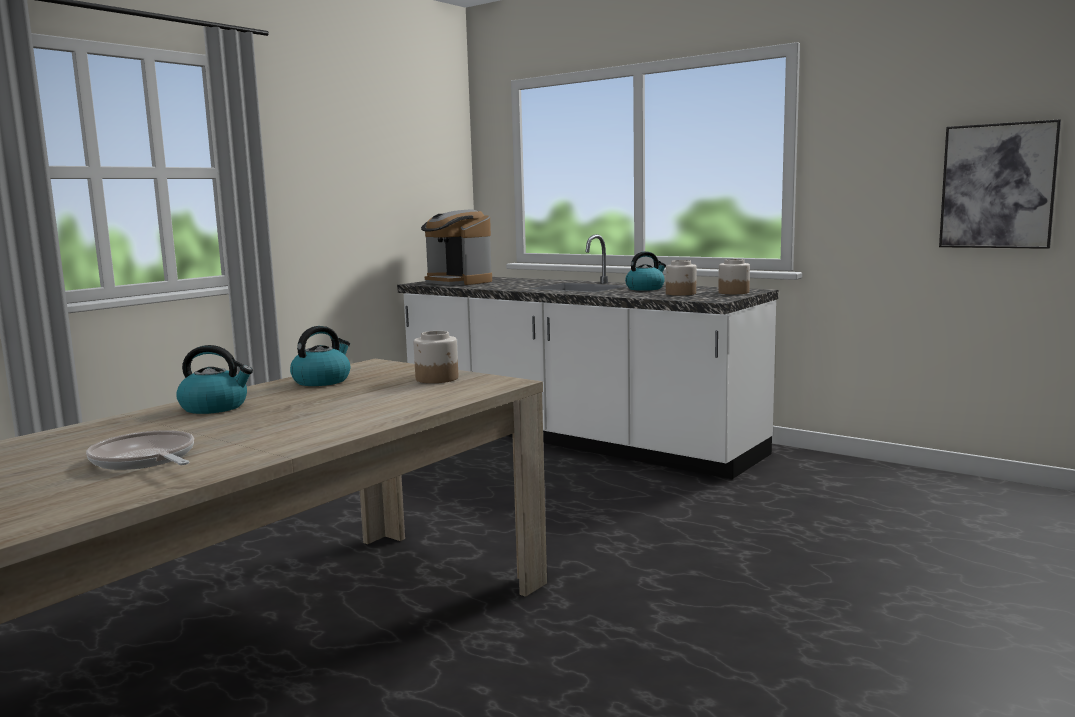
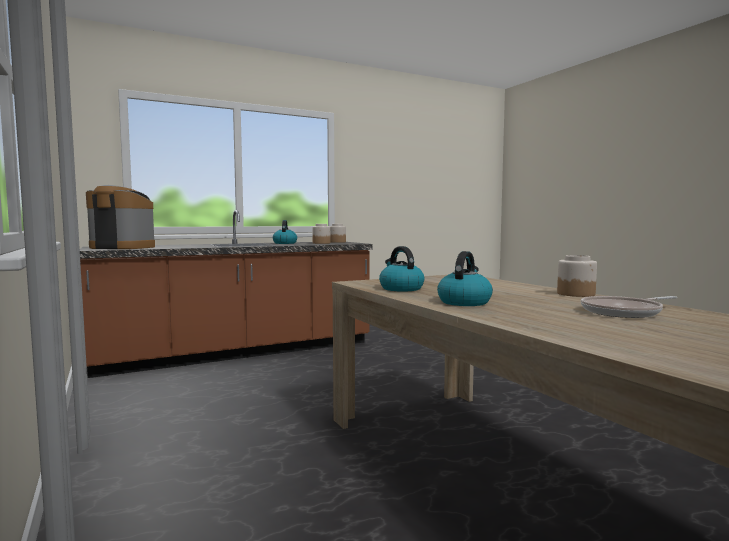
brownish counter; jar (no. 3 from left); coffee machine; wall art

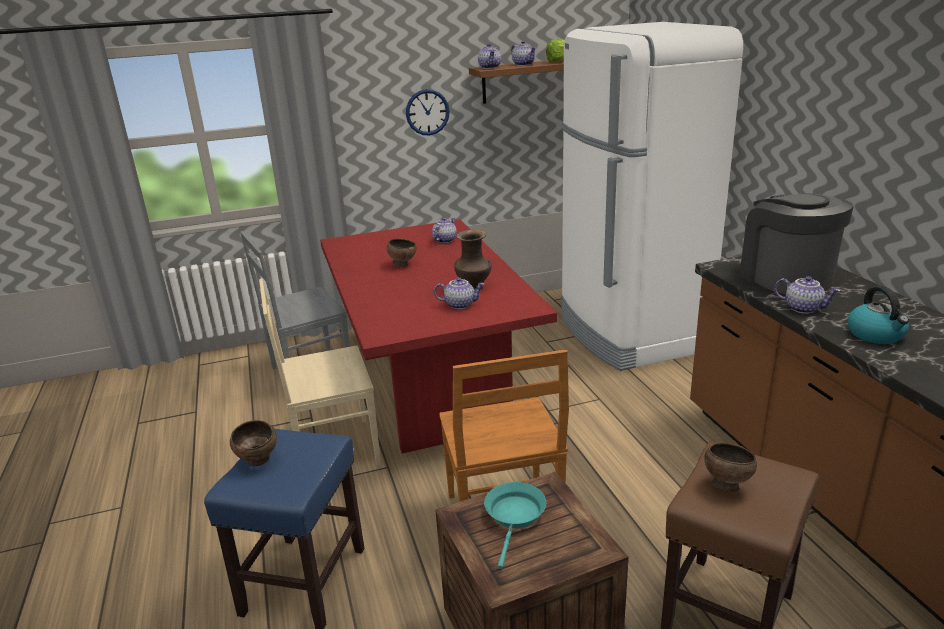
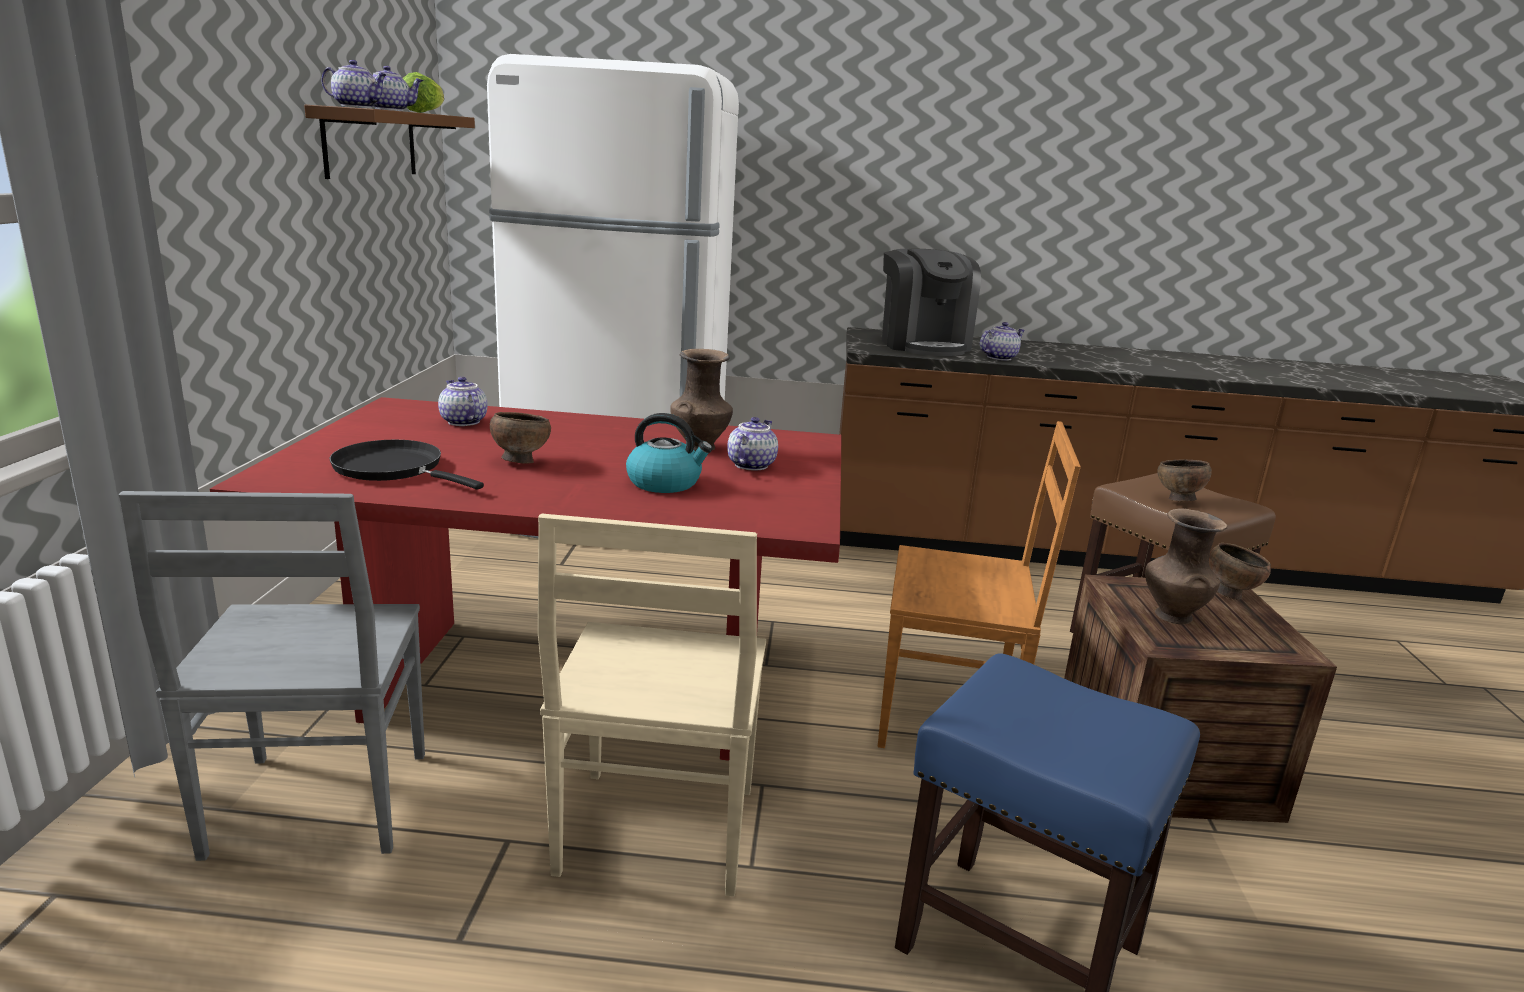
brownish serving bowl (no. 3 from left); clock on the wall; brownish decorative vase (no. 2 from left); coffee machine; kettle; black pan

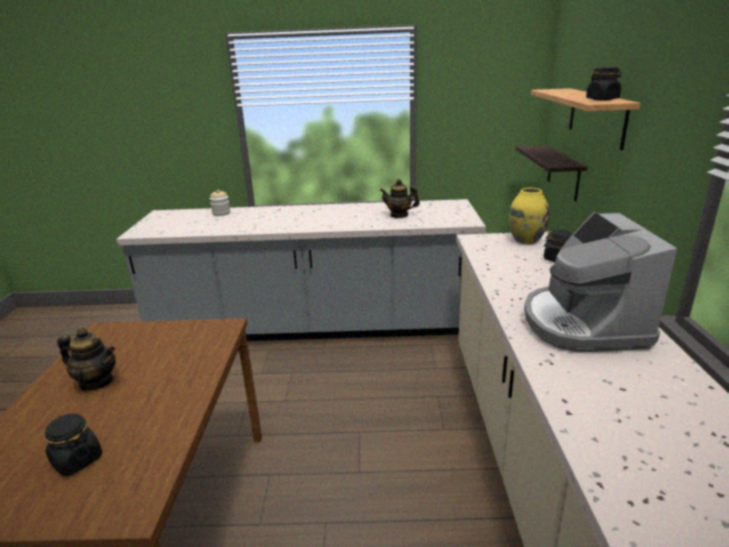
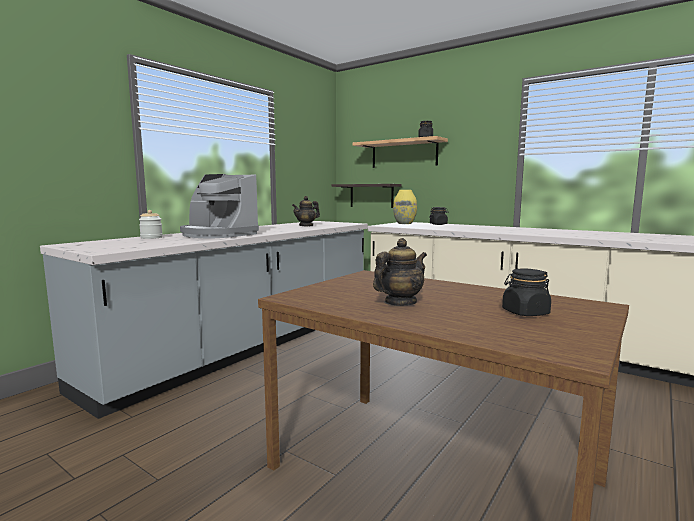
coffee machine

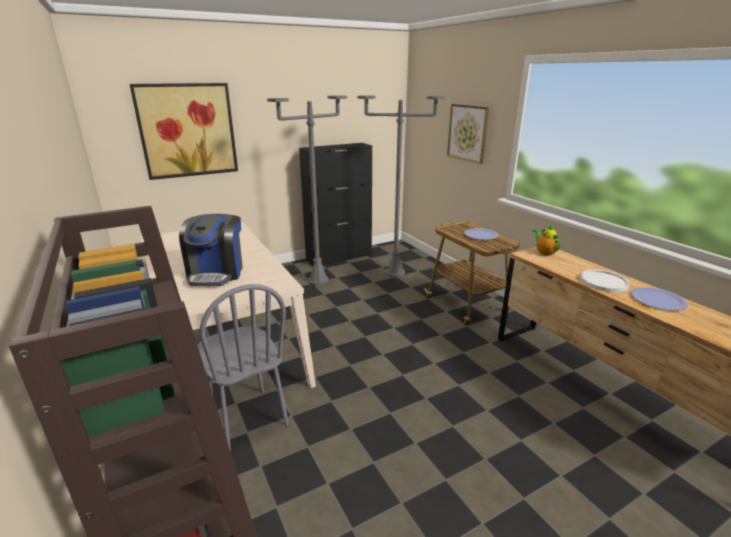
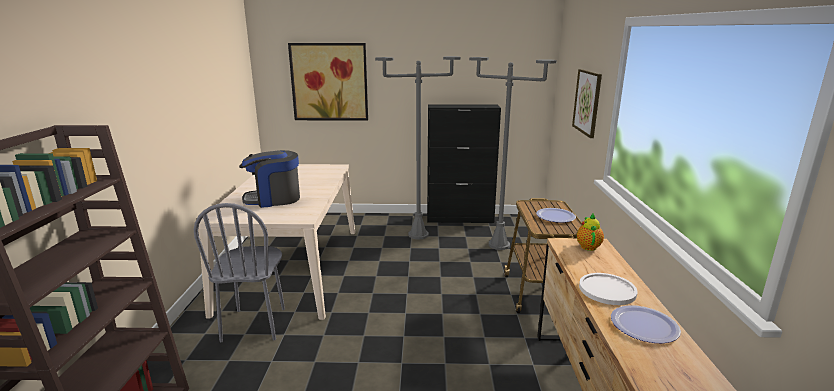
coffee machine

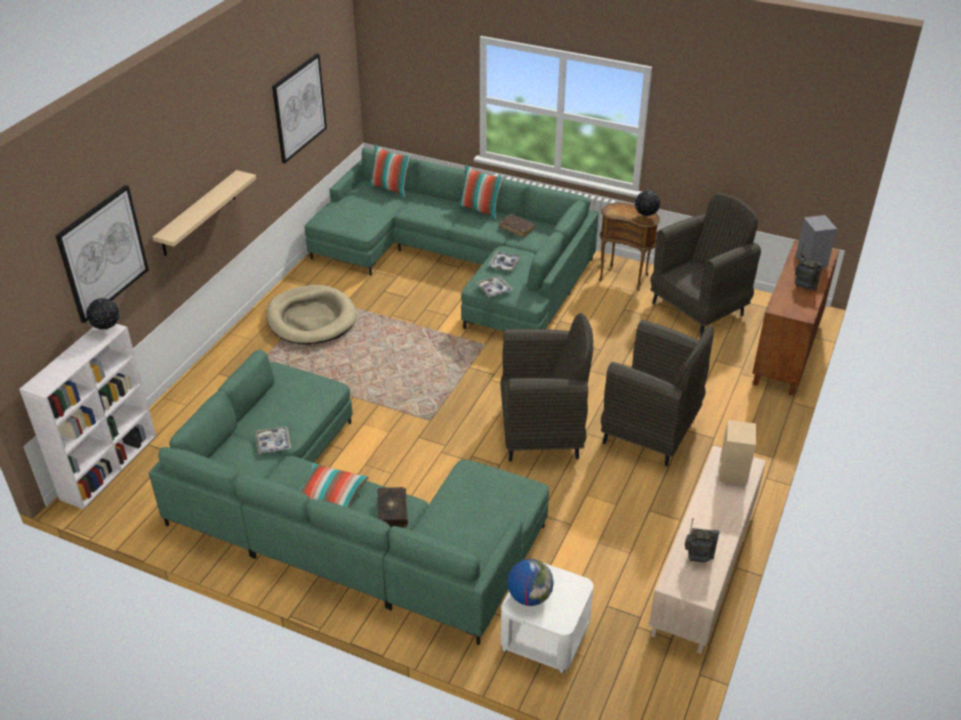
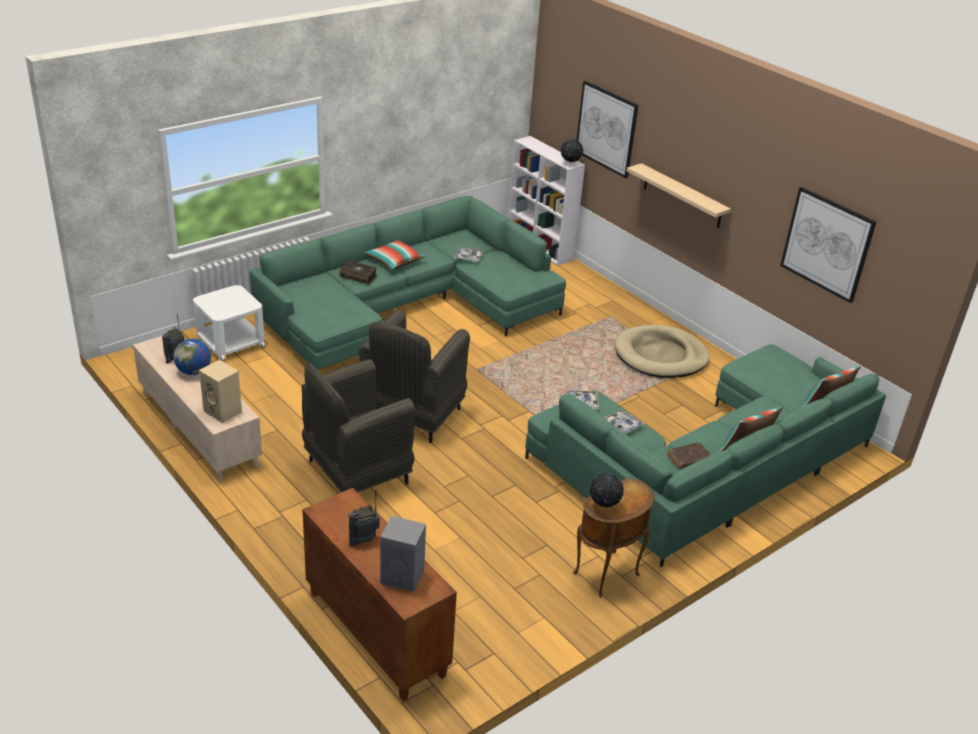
globe (no. 1 from left); greyish armchair (no. 3 from left in the first image)

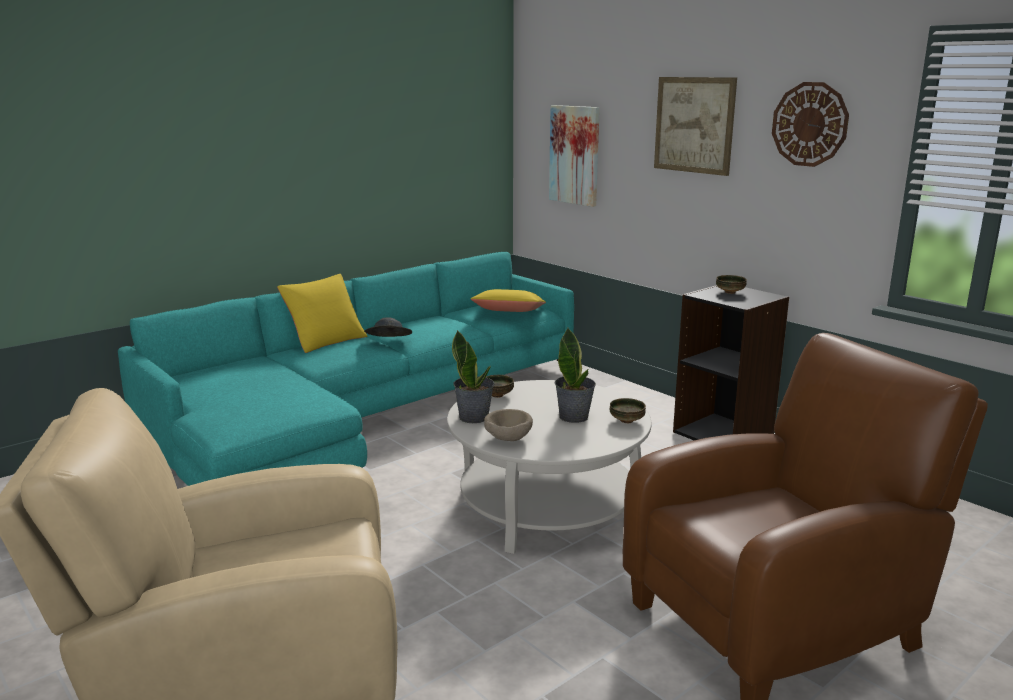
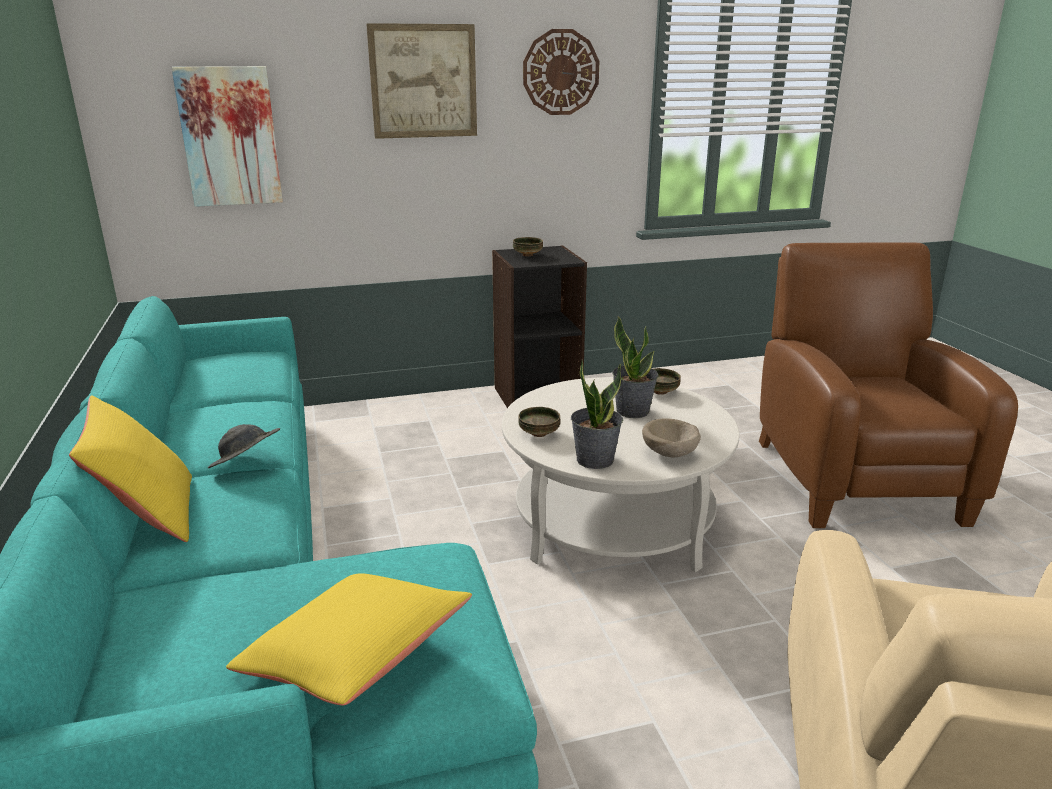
yellowish throw pillow (no. 2 from left)

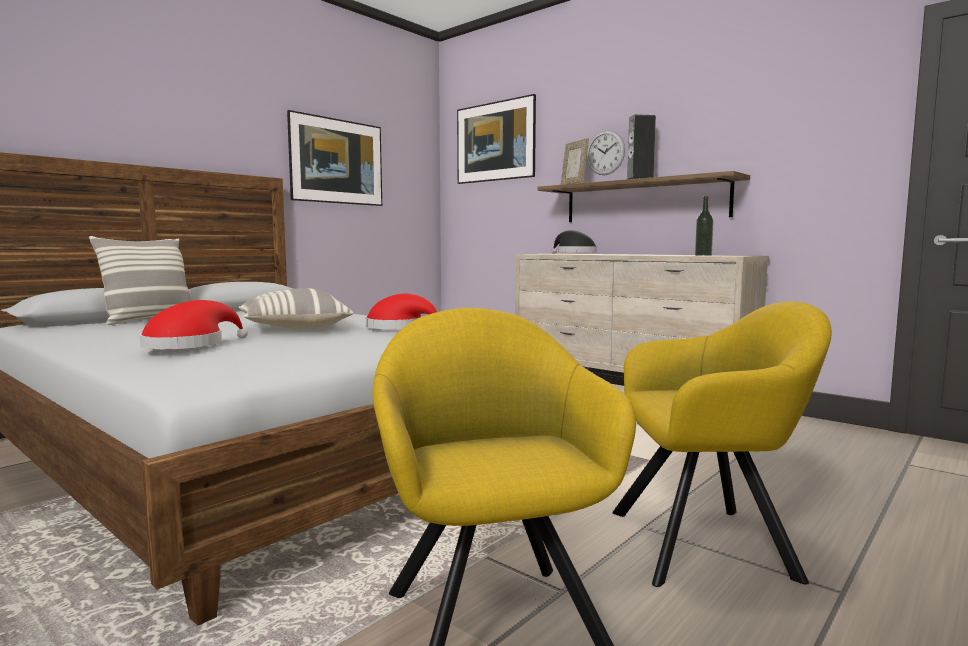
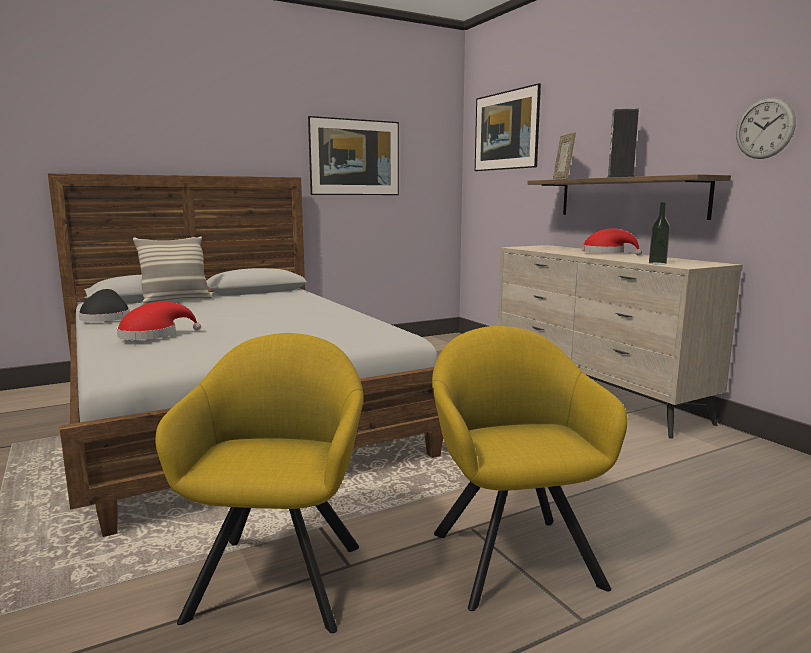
throw pillow (no. 2 from left in the first image); red clothing hat (no. 2 from left); black clothing hat; clock on the wall; yellowish armchair (no. 2 from left)

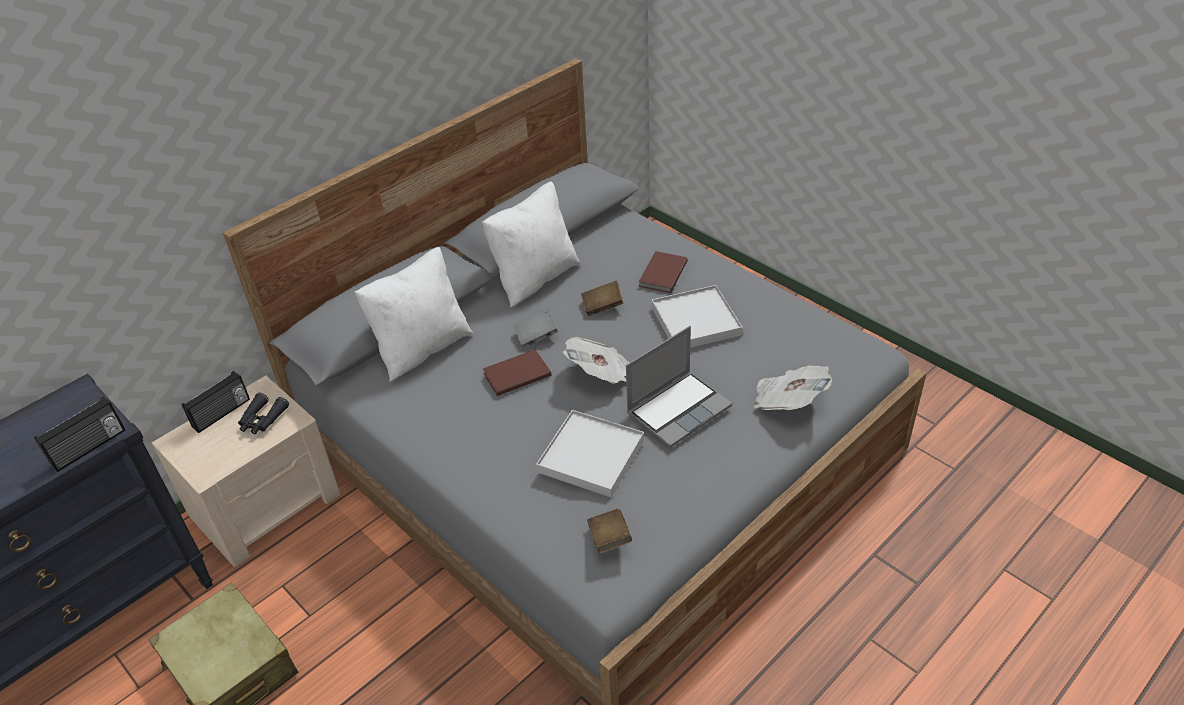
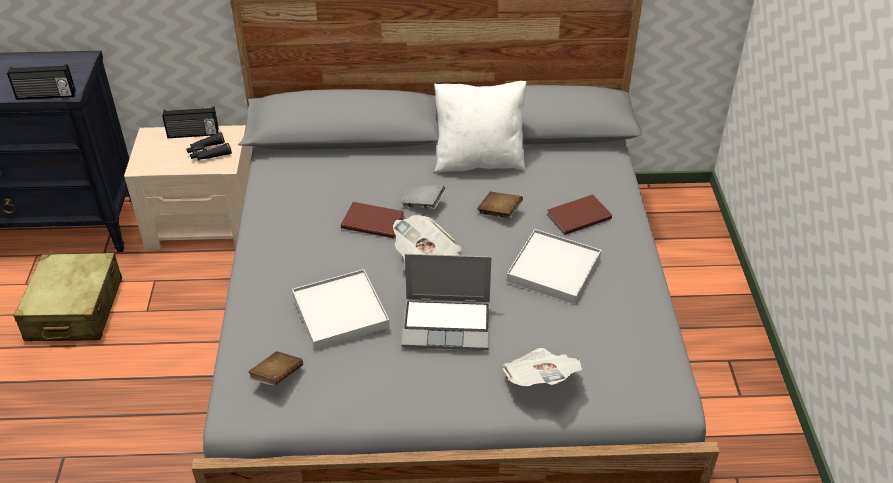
white throw pillow (no. 1 from left in the first image)

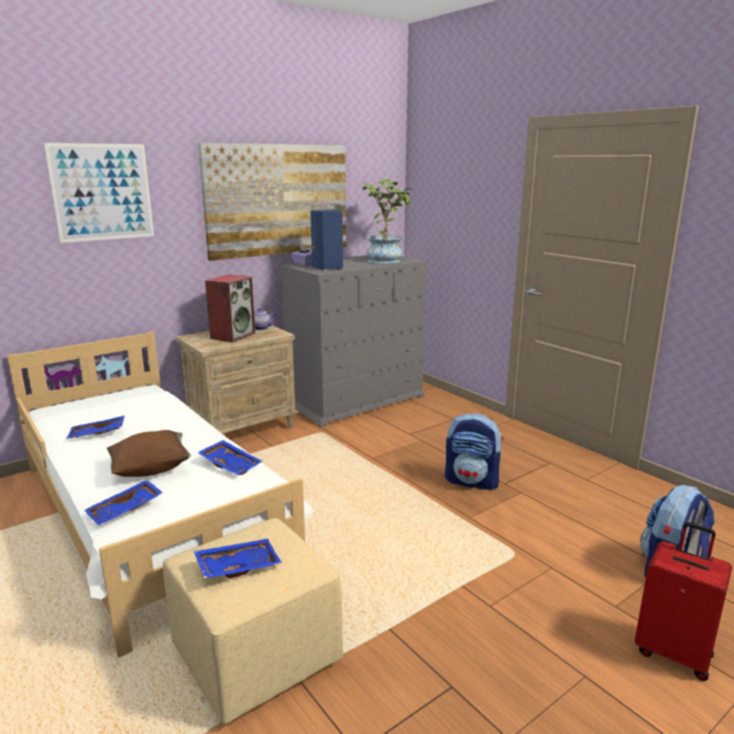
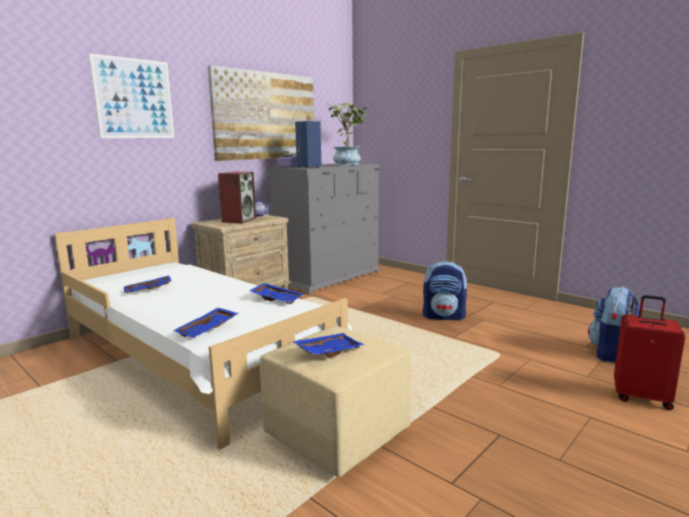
brownish throw pillow

